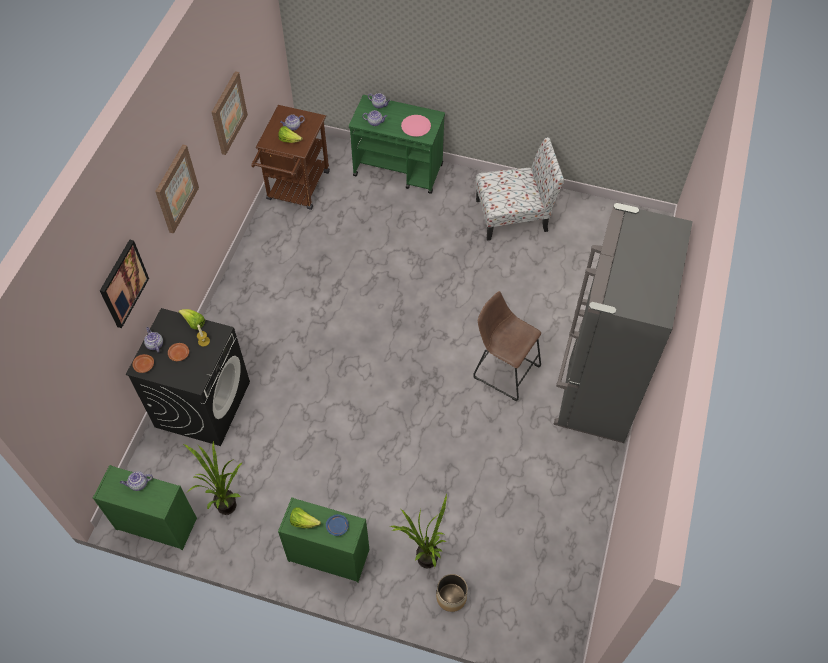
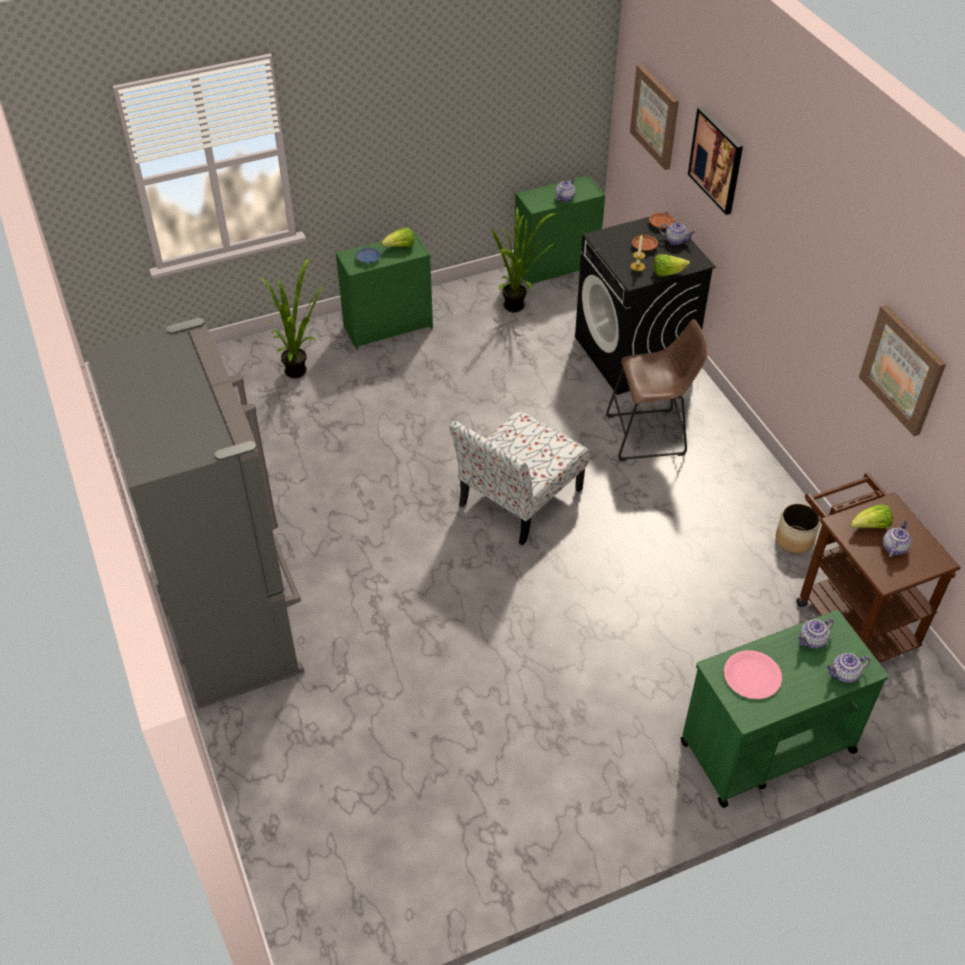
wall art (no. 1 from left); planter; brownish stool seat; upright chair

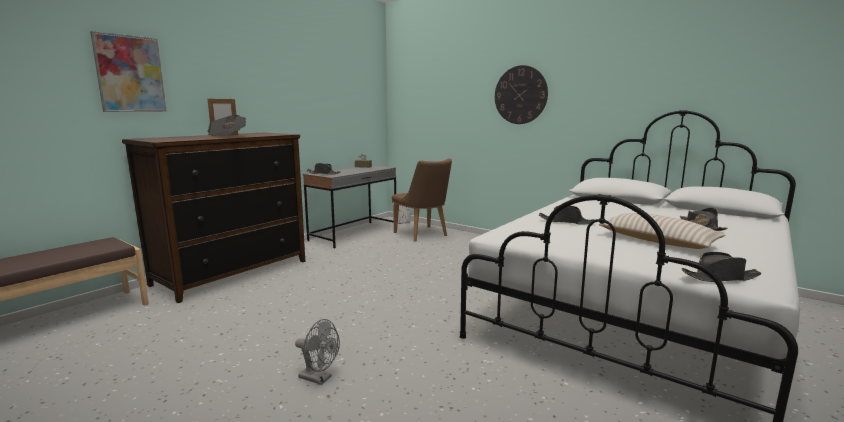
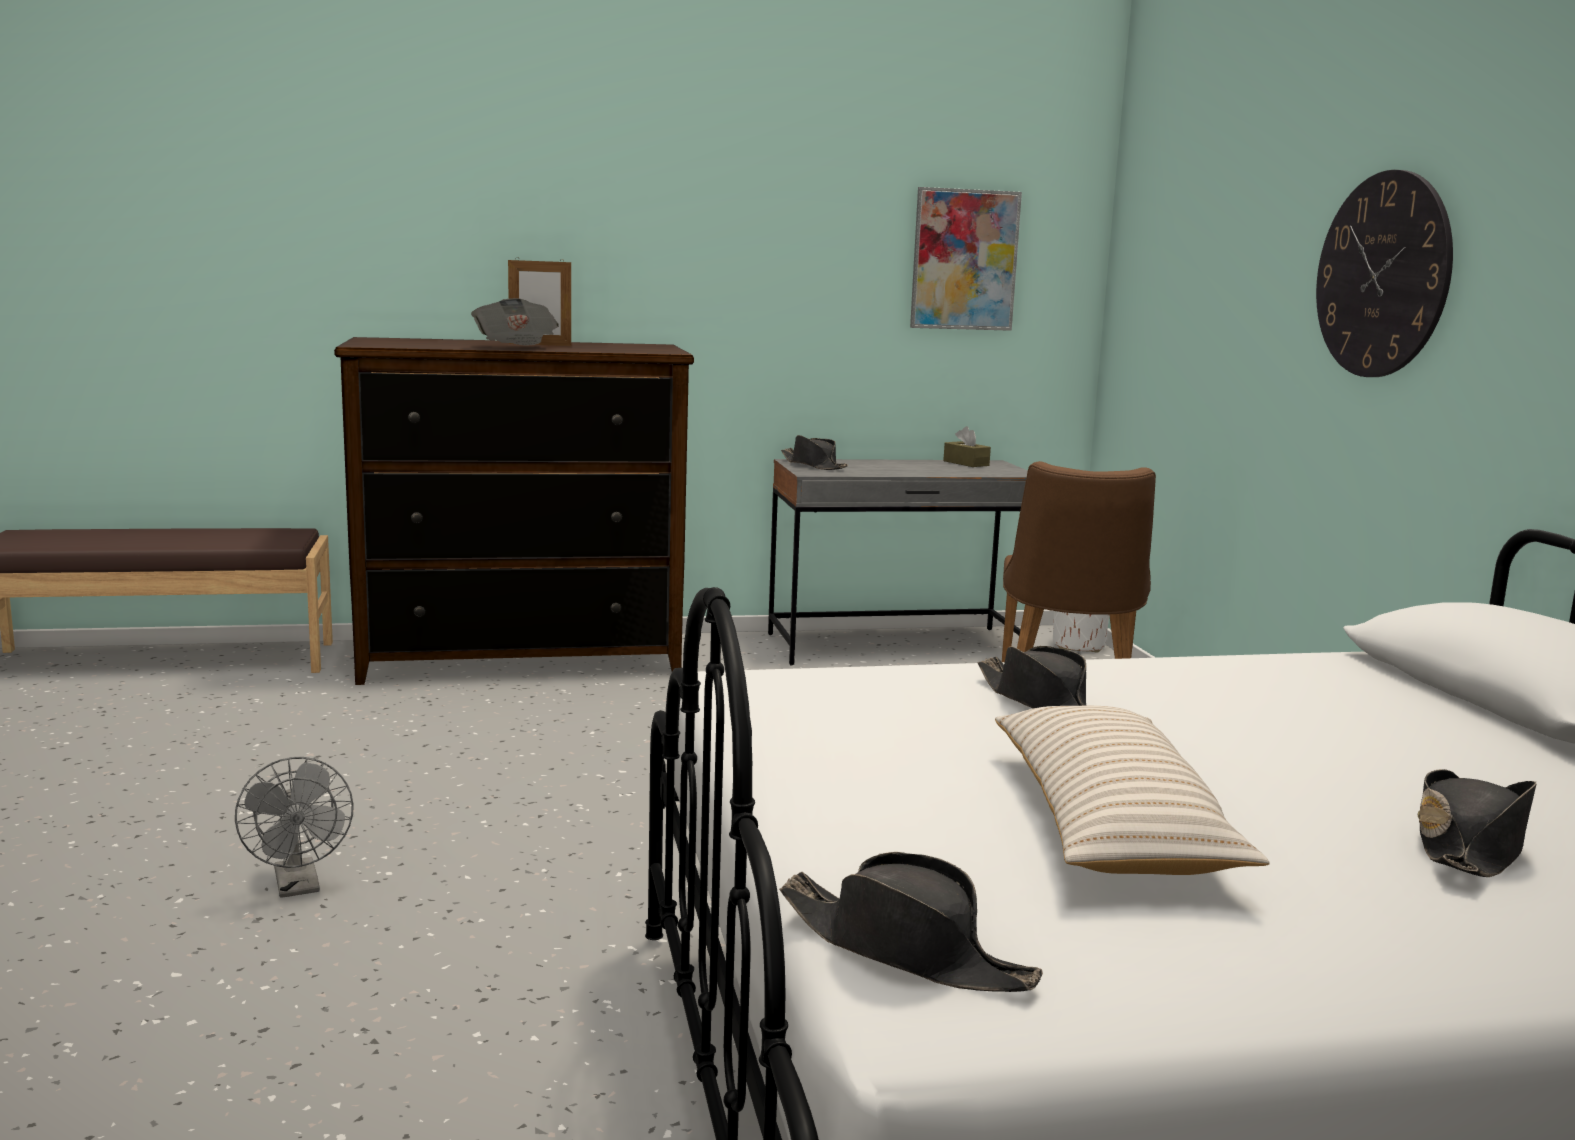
wall art

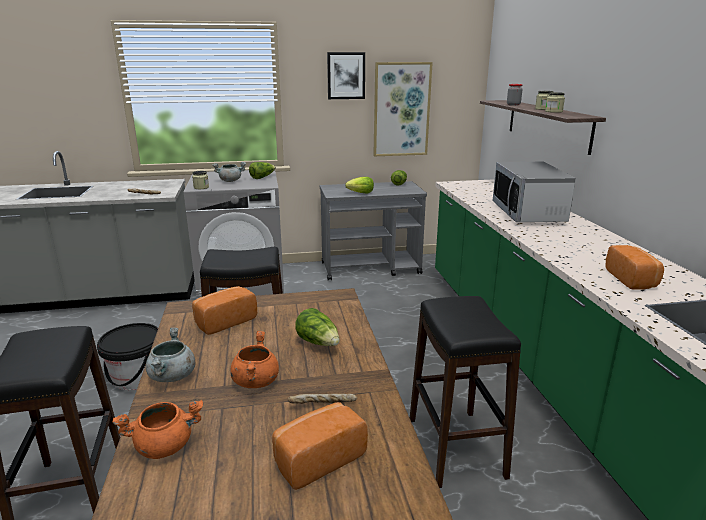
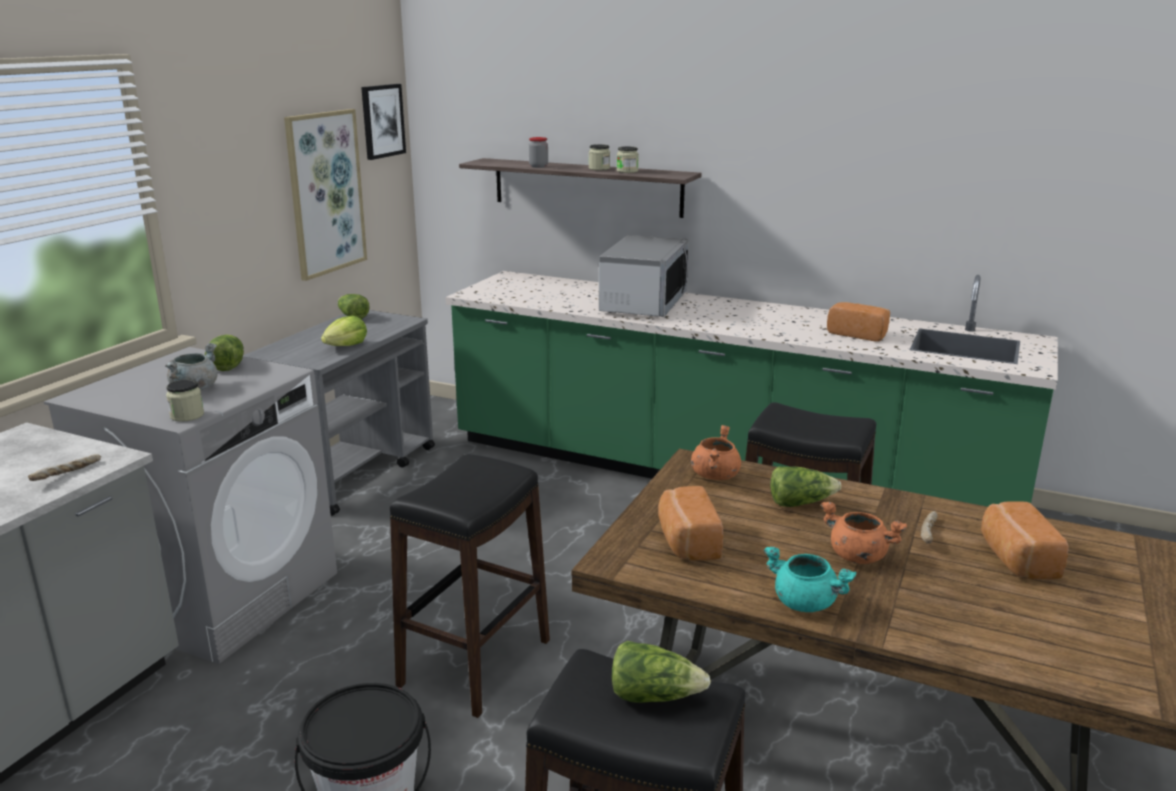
orange saucepot (no. 1 from left); blue-green saucepot; wall art (no. 2 from left); kitchen microwave; lettuce (no. 4 from left)

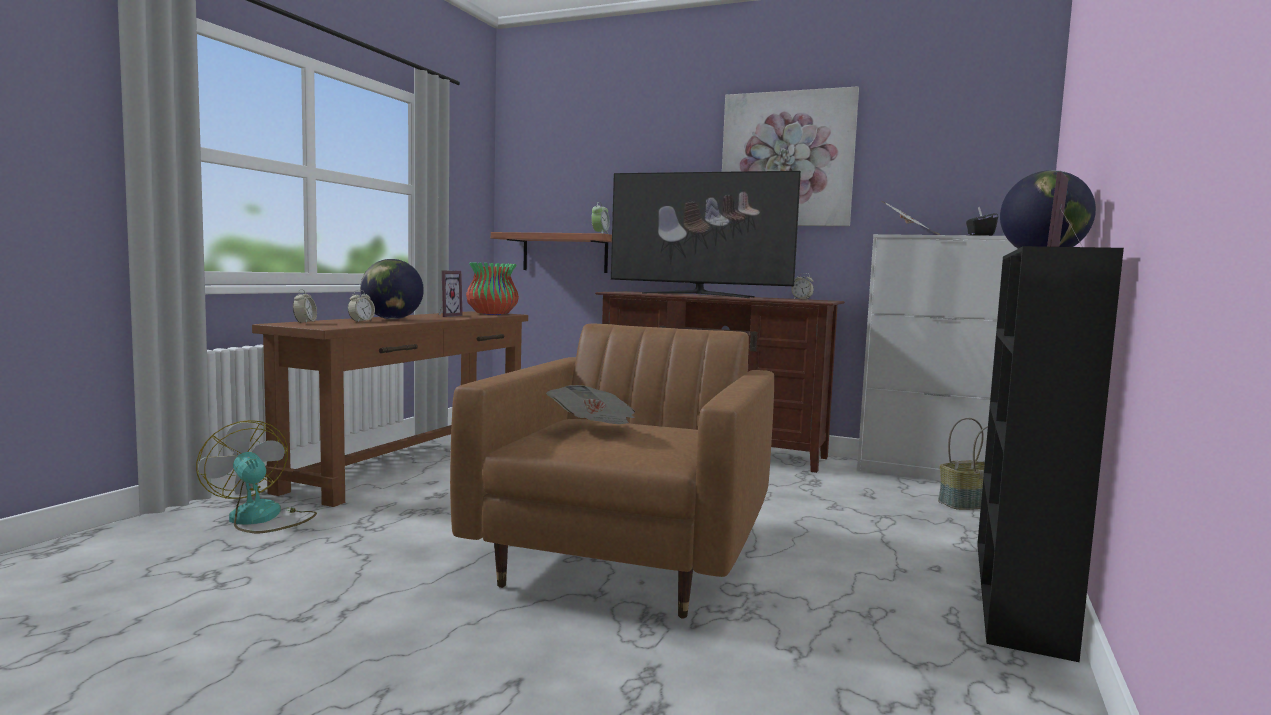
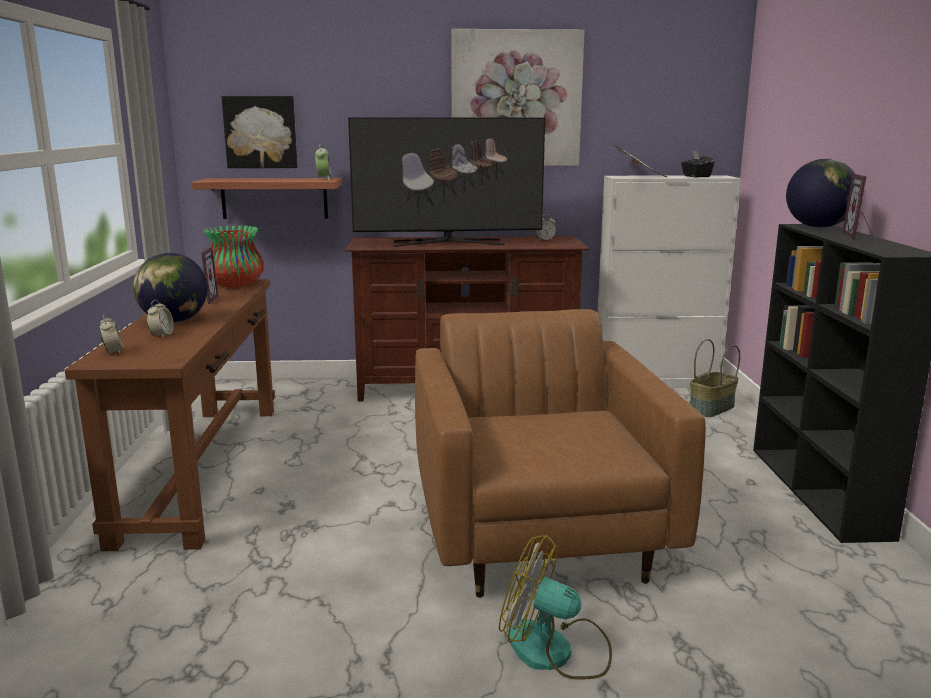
electric fan; printed paper (no. 1 from left in the first image); wall art (no. 1 from left)

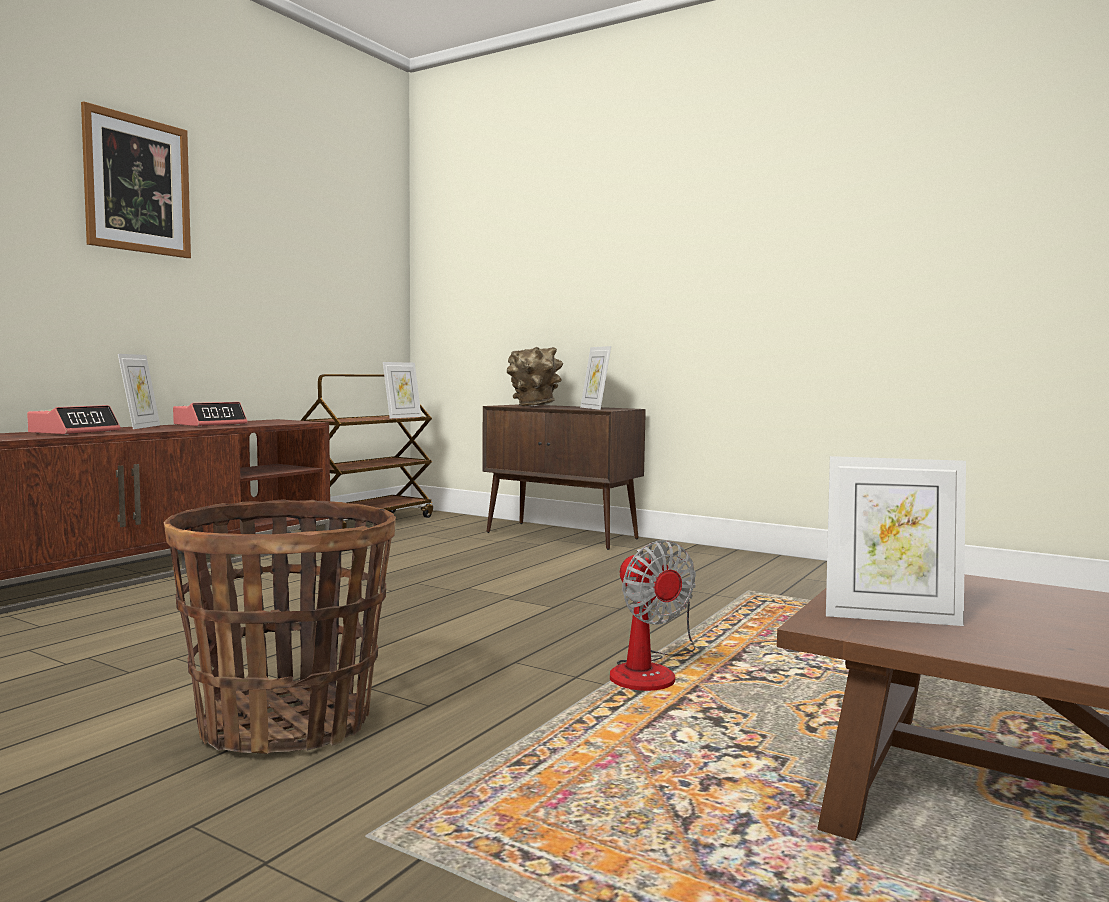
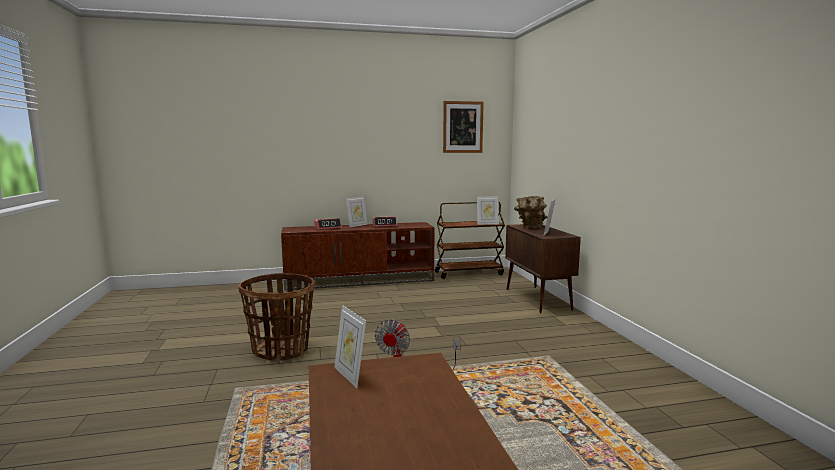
wall art

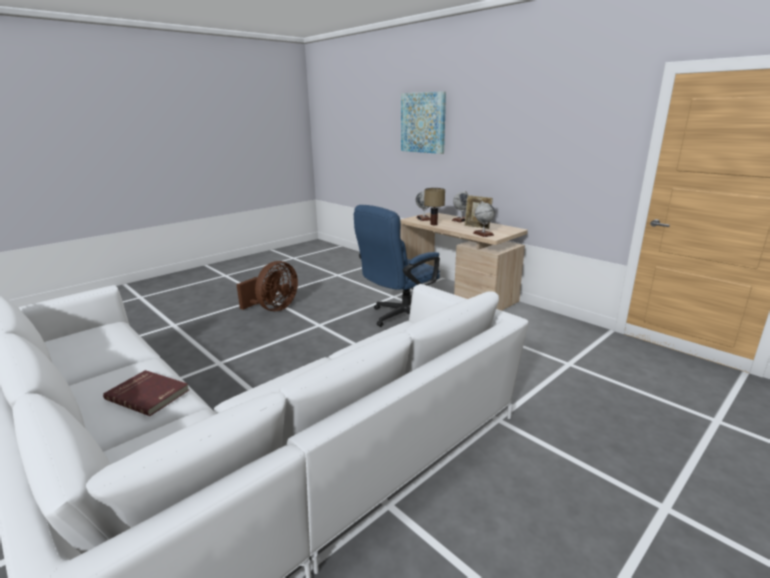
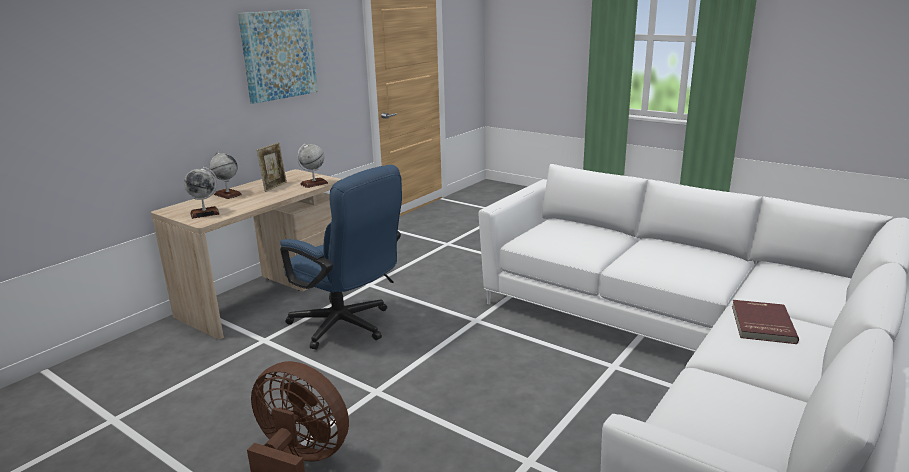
wall art; table lamp

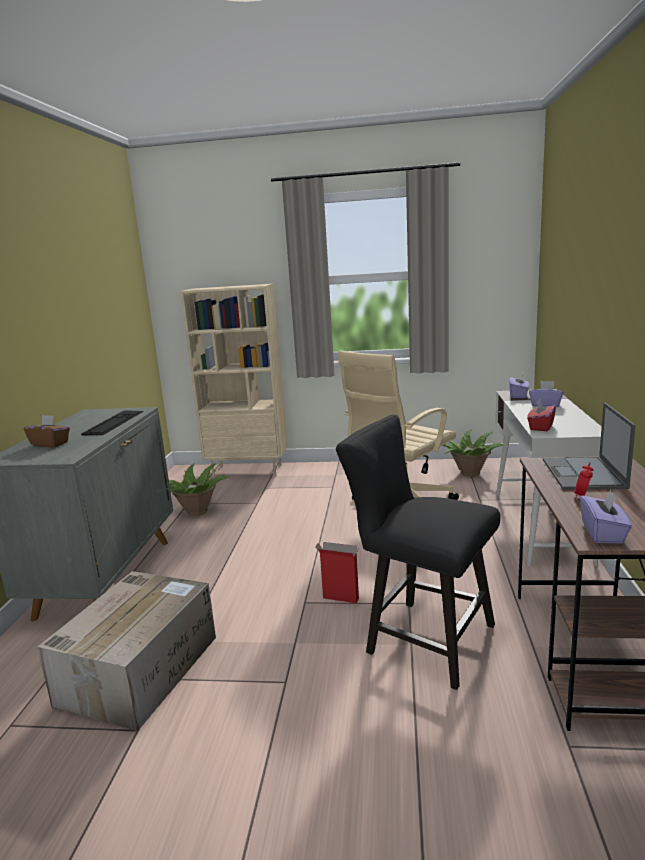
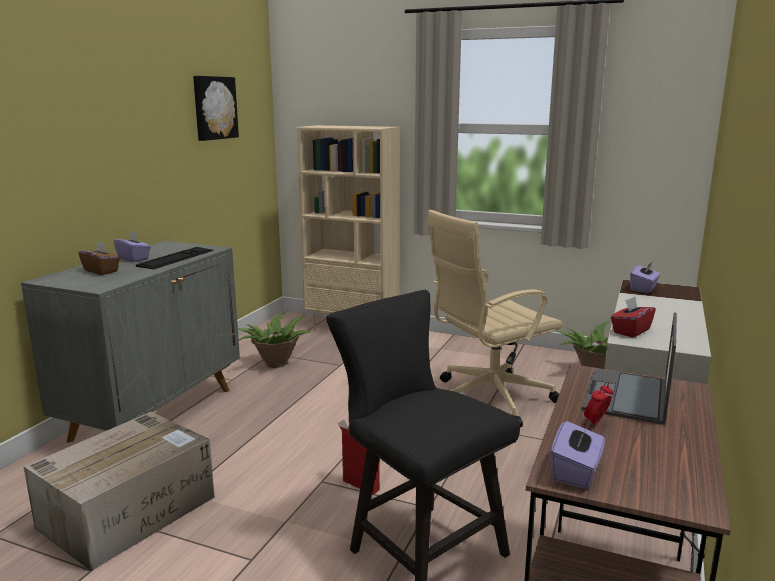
purplish tissue holder (no. 1 from left); wall art

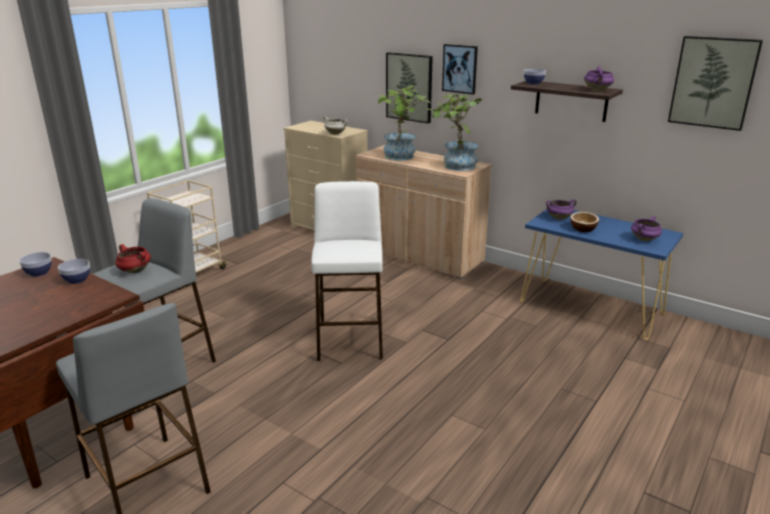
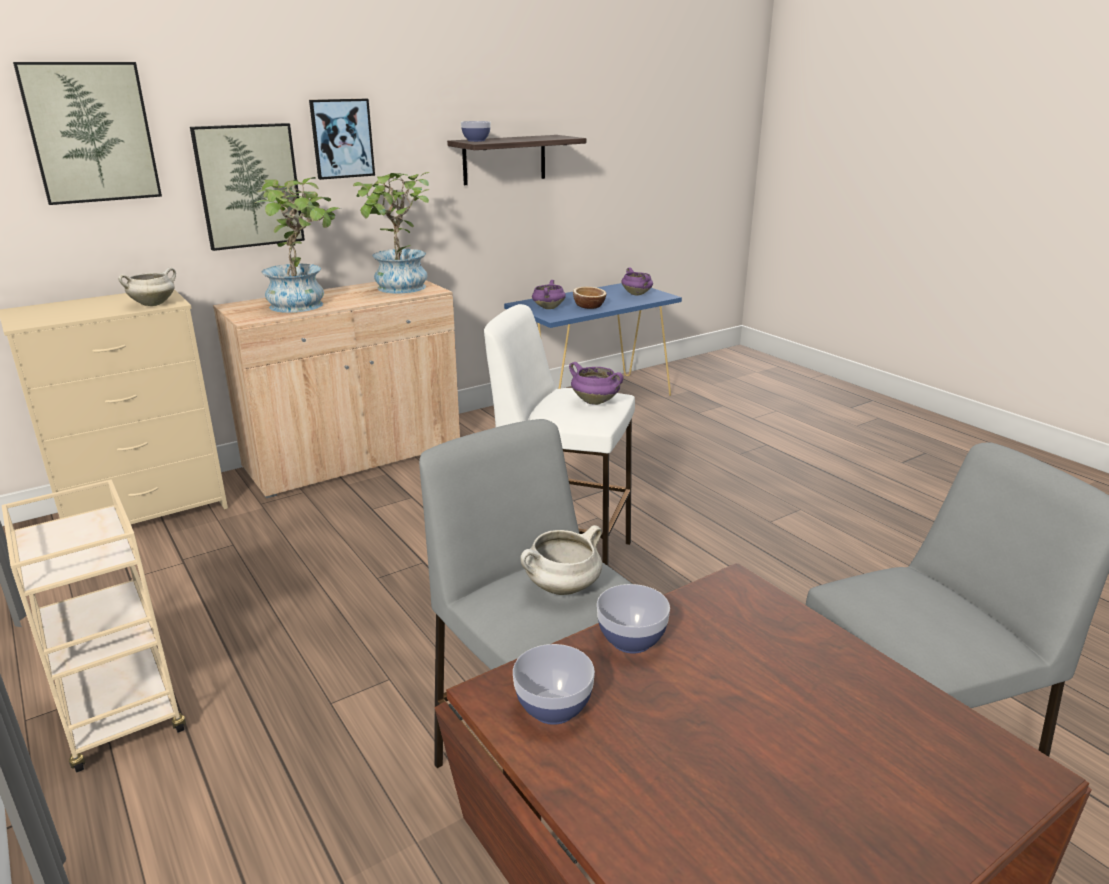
white saucepot (no. 2 from left); purplish saucepot (no. 2 from left); wall art (no. 1 from left)

